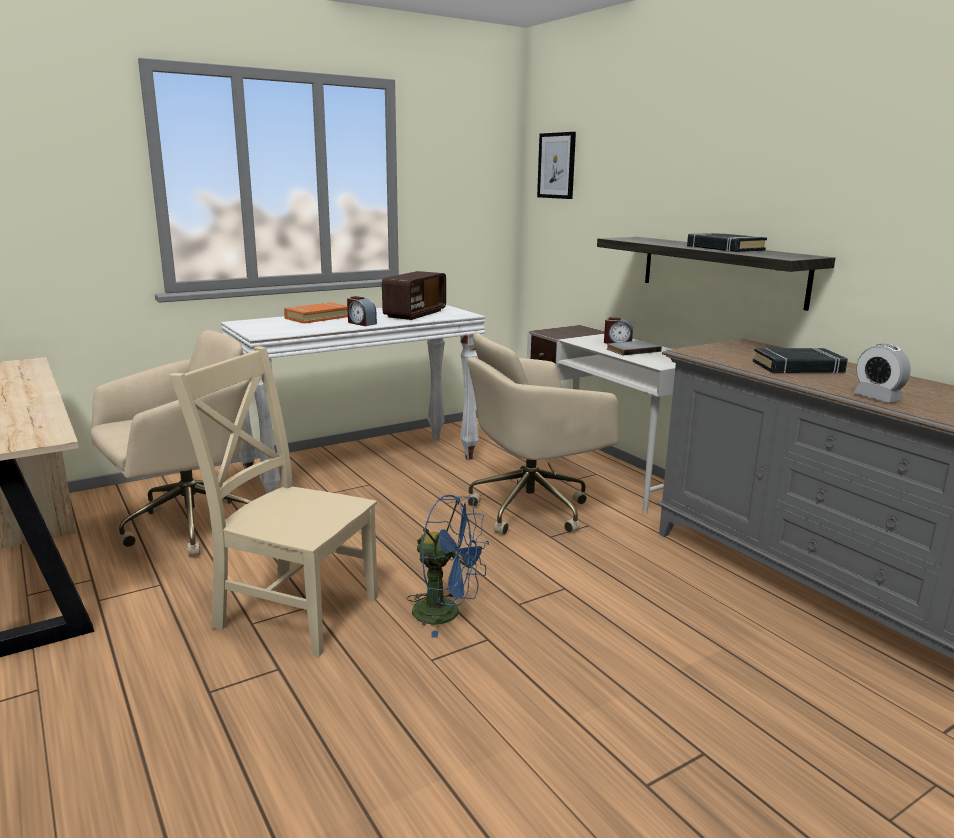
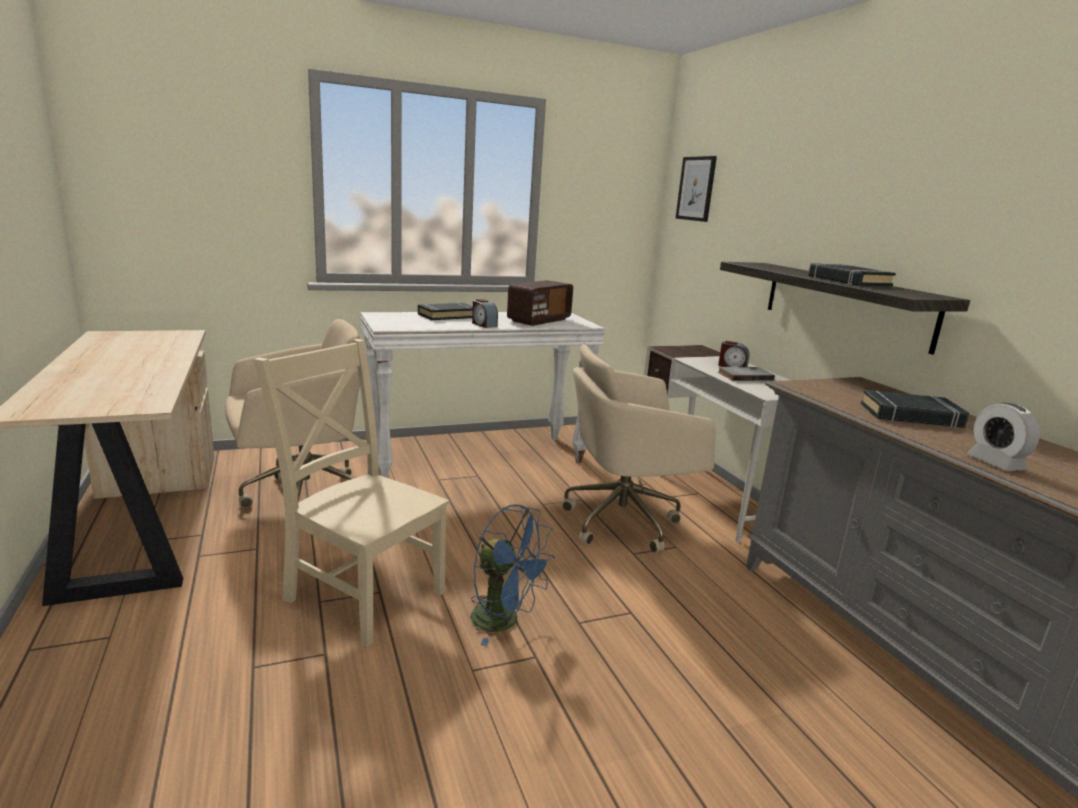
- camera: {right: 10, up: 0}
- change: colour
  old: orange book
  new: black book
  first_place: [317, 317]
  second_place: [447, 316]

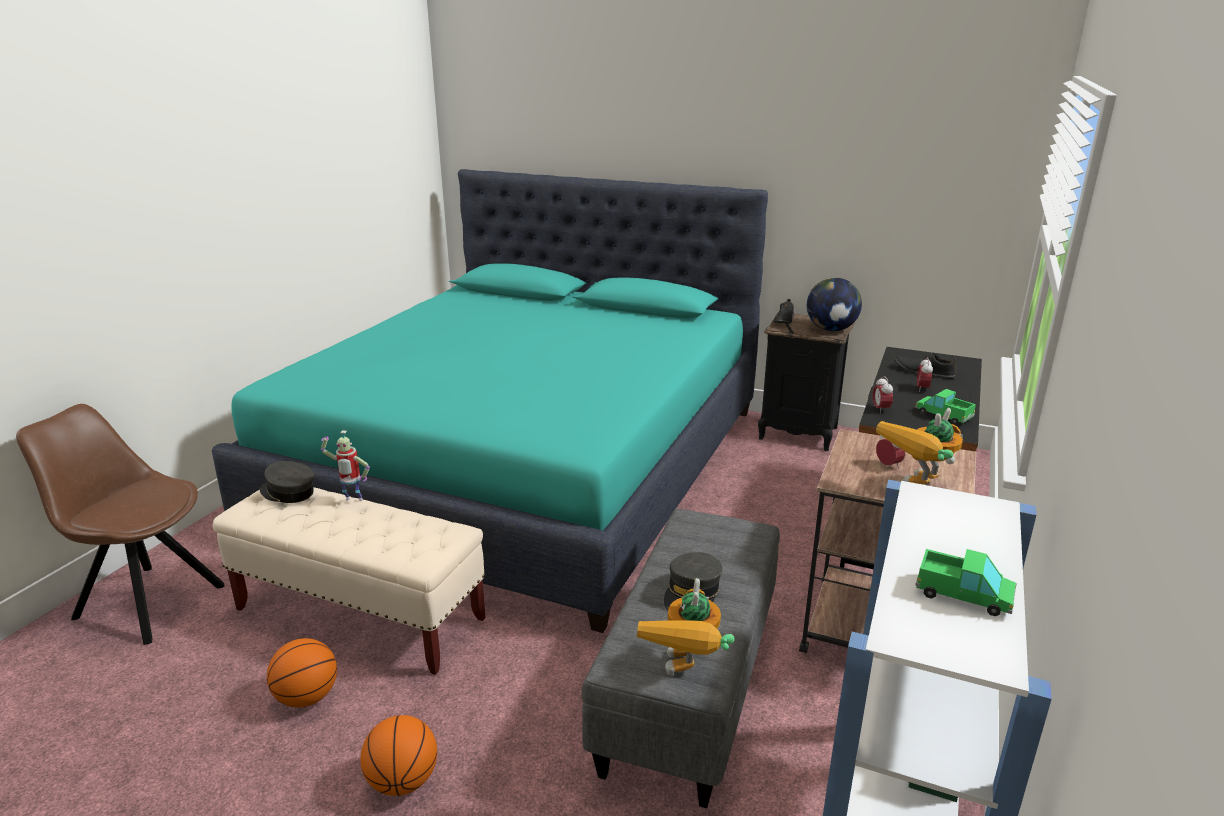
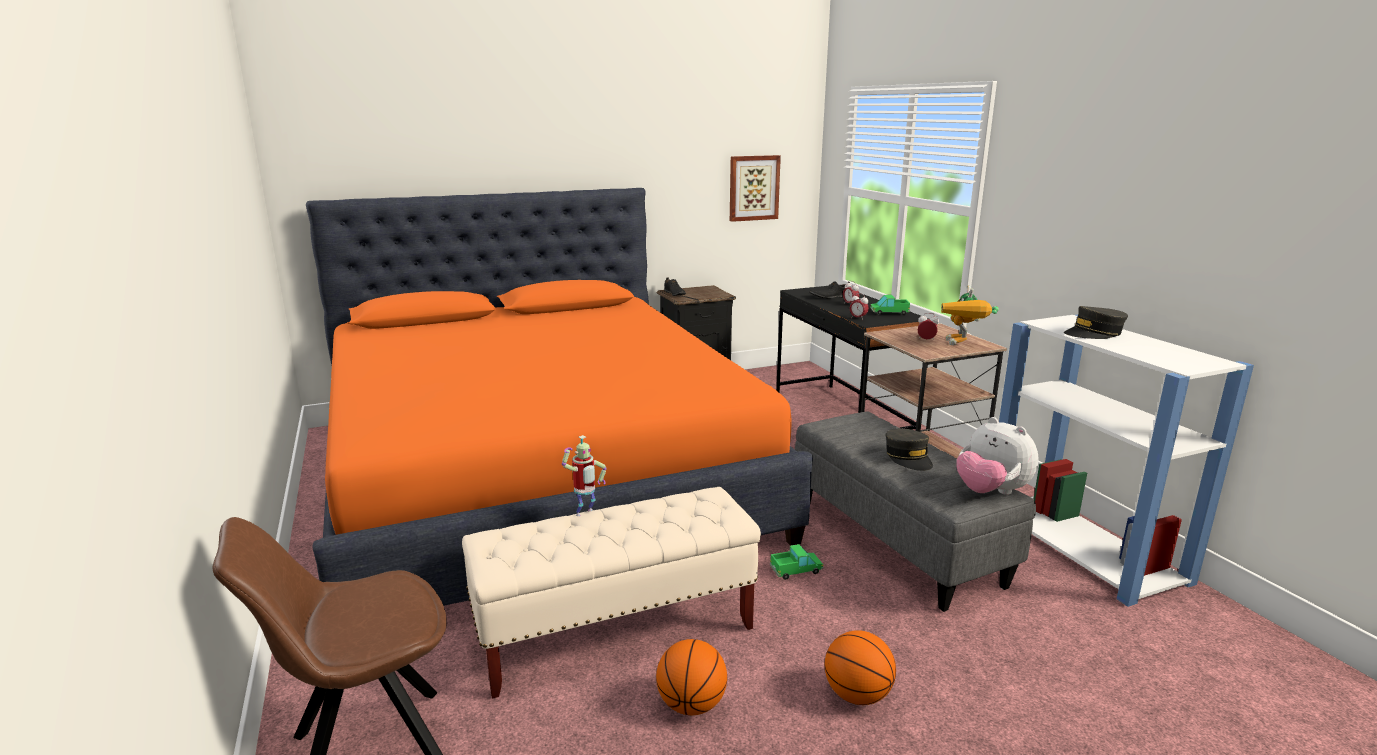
- camera: {right: -45, up: -5}
- change: colour
  old: turquoise bed
  new: orange bed
  first_place: [525, 463]
  second_place: [539, 475]
- change: missing
  old: globe
  first_place: [831, 329]
- change: relocated
  old: grey cap
  first_place: [288, 492]
  second_place: [1094, 333]
- change: relocated
  old: toy truck
  first_place: [963, 594]
  second_place: [796, 570]
- change: exchanged
  old: toy robot
  new: plush toy
  first_place: [687, 675]
  second_place: [991, 492]
- change: appeared
  new: picture
  second_place: [753, 188]

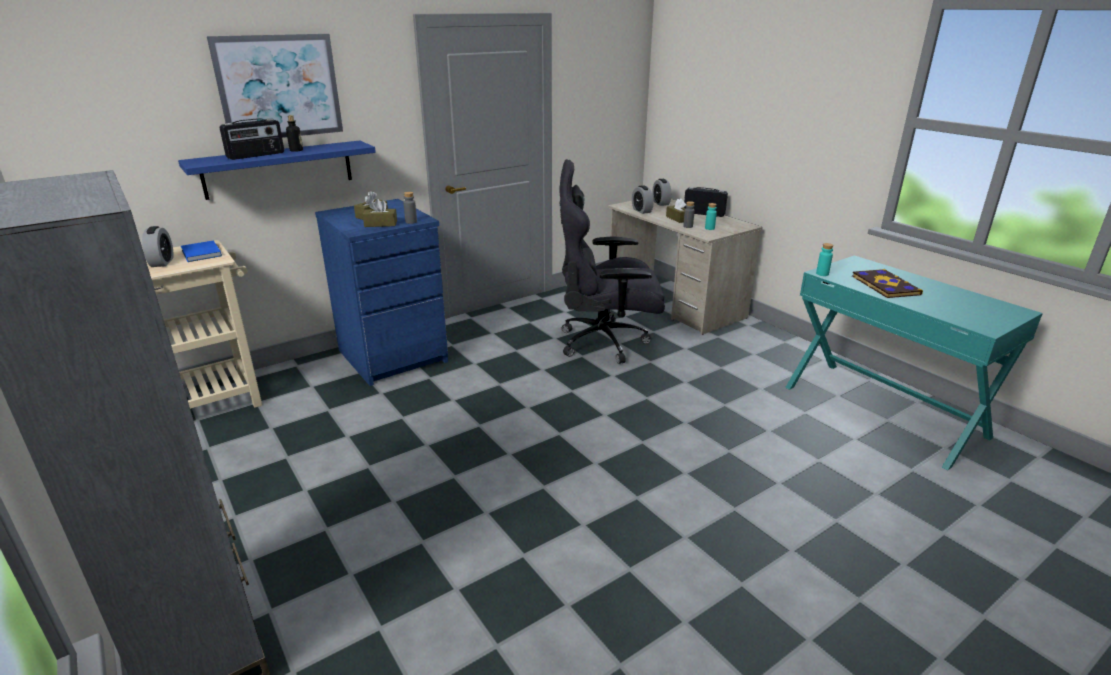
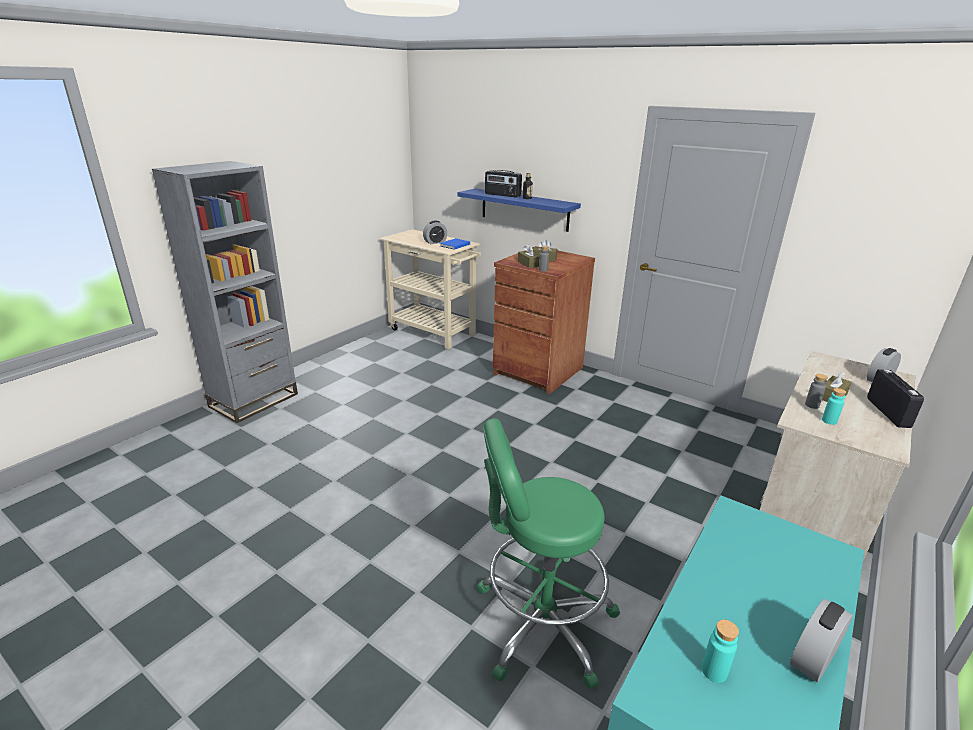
- camera: {right: 70, up: 0}
- change: missing
  old: picture
  first_place: [279, 87]
- change: missing
  old: black office chair
  first_place: [608, 342]
- change: relocated
  old: alarm clock
  first_place: [641, 211]
  second_place: [813, 658]
- change: colour
  old: blue dresser
  new: brown dresser
  first_place: [394, 356]
  second_place: [539, 371]
- change: relocated
  old: turquoise bottle
  first_place: [822, 274]
  second_place: [714, 671]
- change: missing
  old: book
  first_place: [884, 285]
- change: appeared
  new: green stool
  second_place: [541, 623]

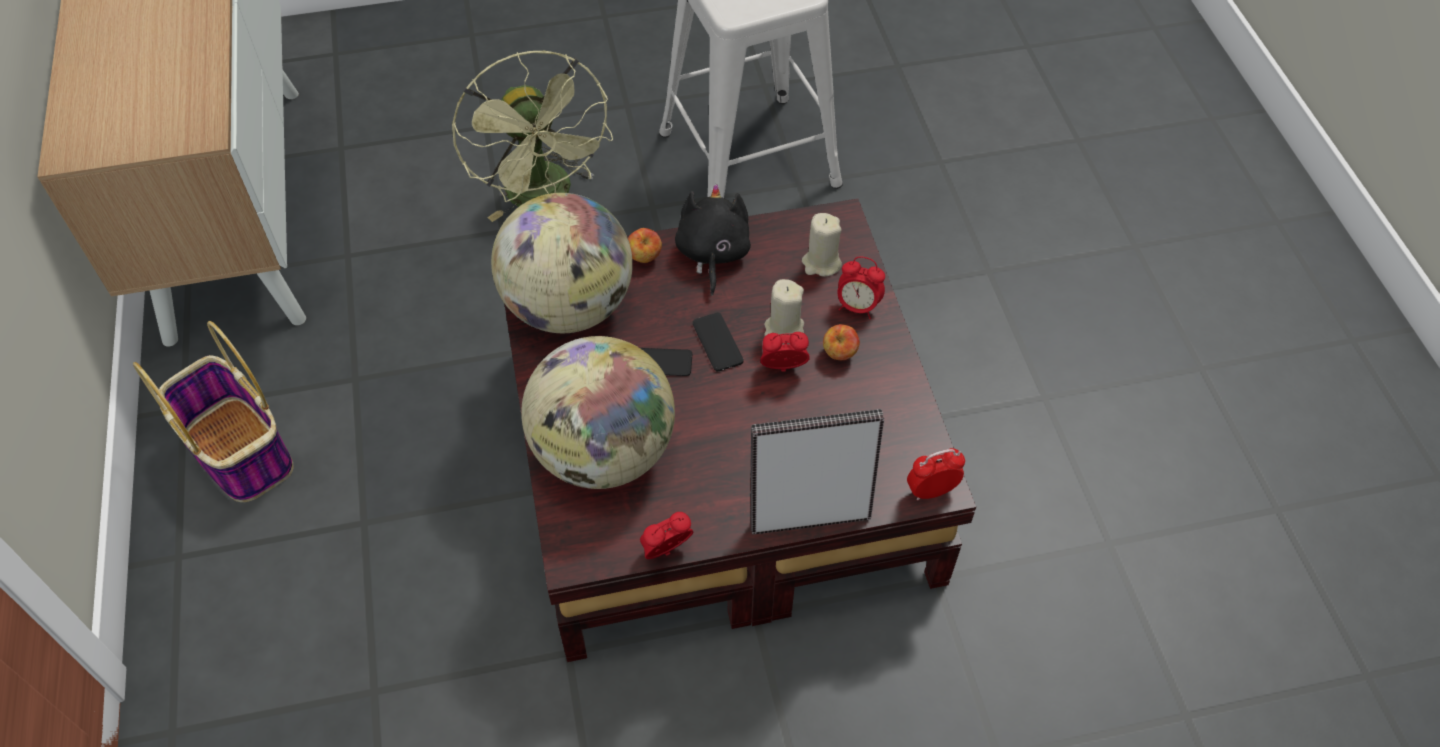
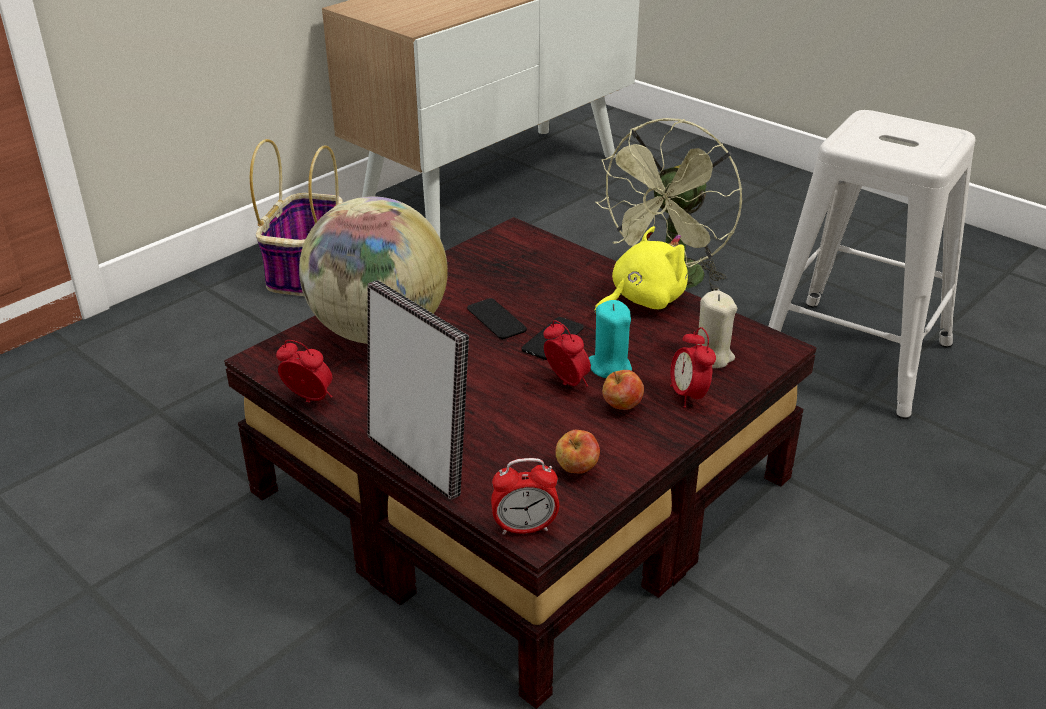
- camera: {right: 55, up: -20}
- change: colour
  old: black plush toy
  new: yellow plush toy
  first_place: [712, 254]
  second_place: [642, 300]
- change: missing
  old: globe
  first_place: [569, 307]
- change: relocated
  old: apple
  first_place: [644, 257]
  second_place: [577, 469]
- change: colour
  old: beige candle
  new: turquoise candle
  first_place: [784, 330]
  second_place: [609, 366]
- change: spun
  old: alarm clock
  first_place: [931, 491]
  second_place: [524, 528]
  degrees: 135

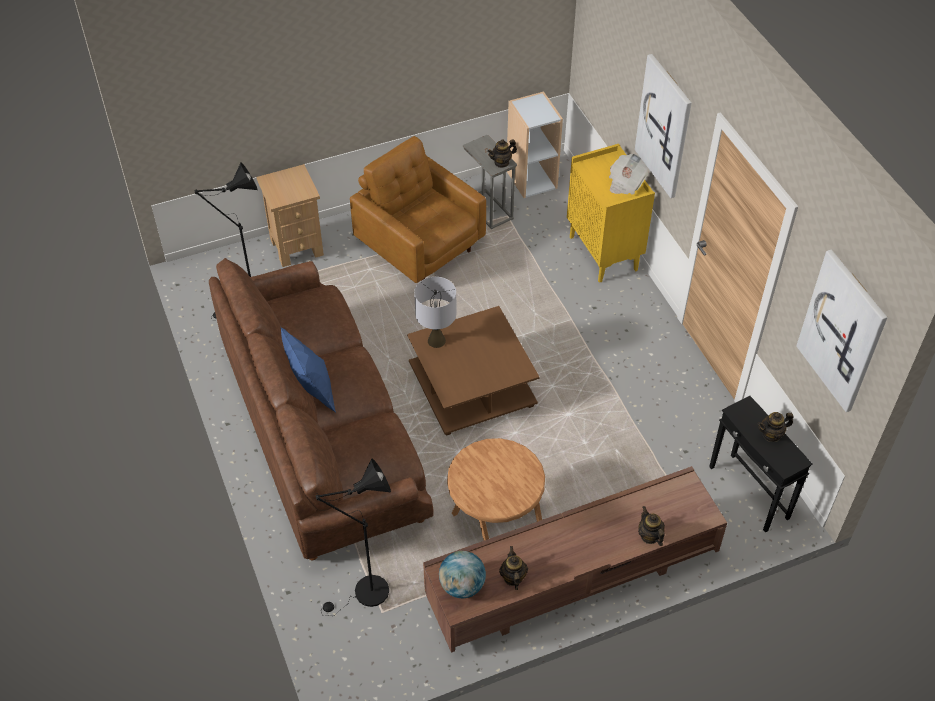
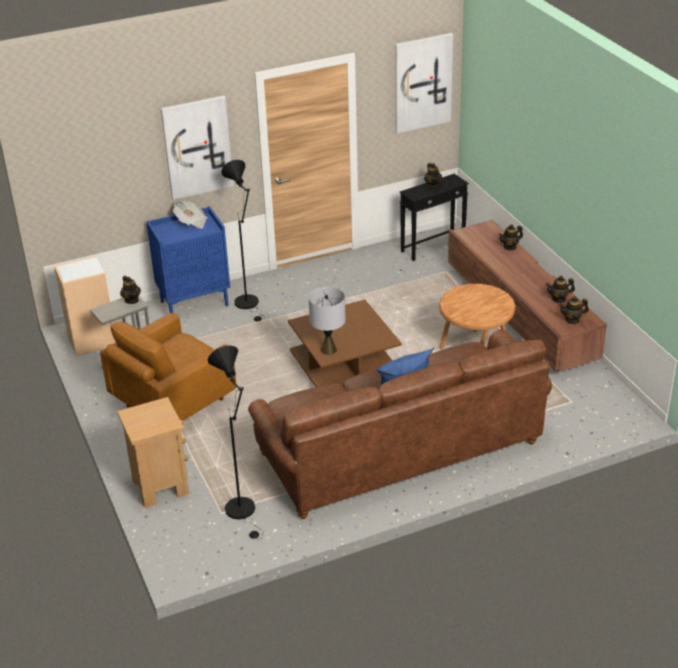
- camera: {right: -90, up: -15}
- change: colour
  old: yellow cabinet
  new: blue cabinet
  first_place: [603, 253]
  second_place: [195, 303]
- change: relocated
  old: black floor lamp
  first_place: [365, 595]
  second_place: [249, 304]
- change: exchanged
  old: globe
  new: teapot
  first_place: [462, 586]
  second_place: [572, 320]

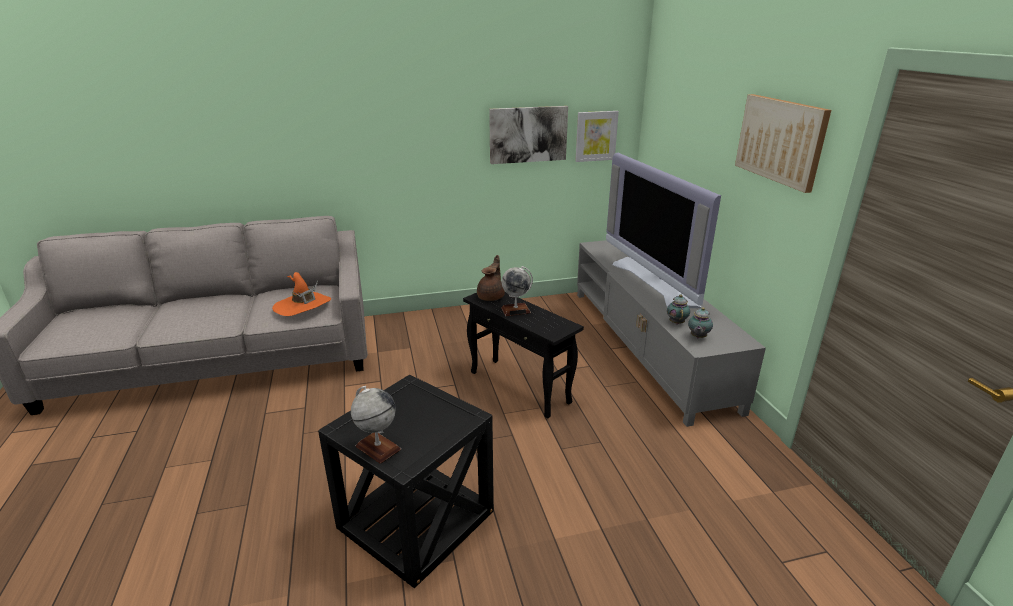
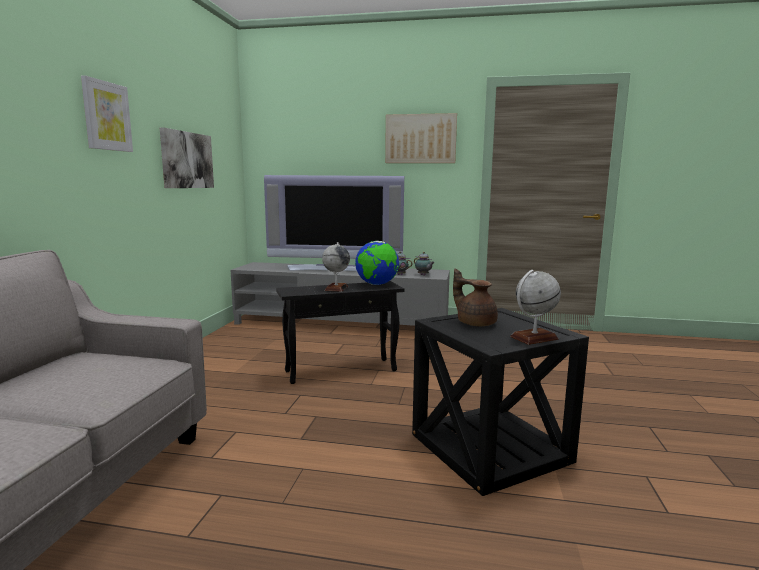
- camera: {right: -65, up: -15}
- change: relocated
  old: picture
  first_place: [596, 136]
  second_place: [106, 116]
- change: relocated
  old: brown teapot
  first_place: [491, 296]
  second_place: [475, 323]
- change: missing
  old: orange hat
  first_place: [302, 306]
- change: appeared
  new: globe
  second_place: [376, 284]

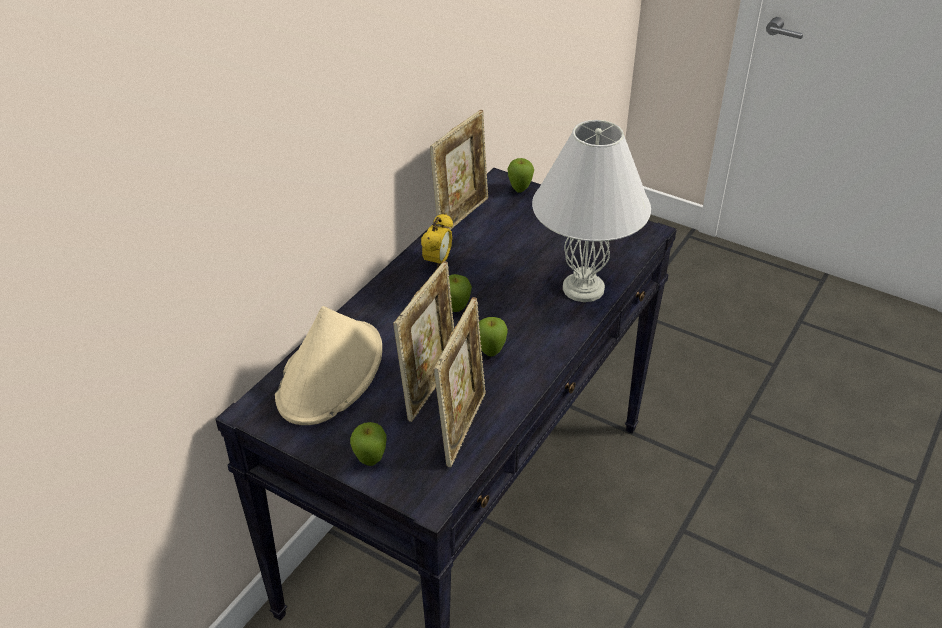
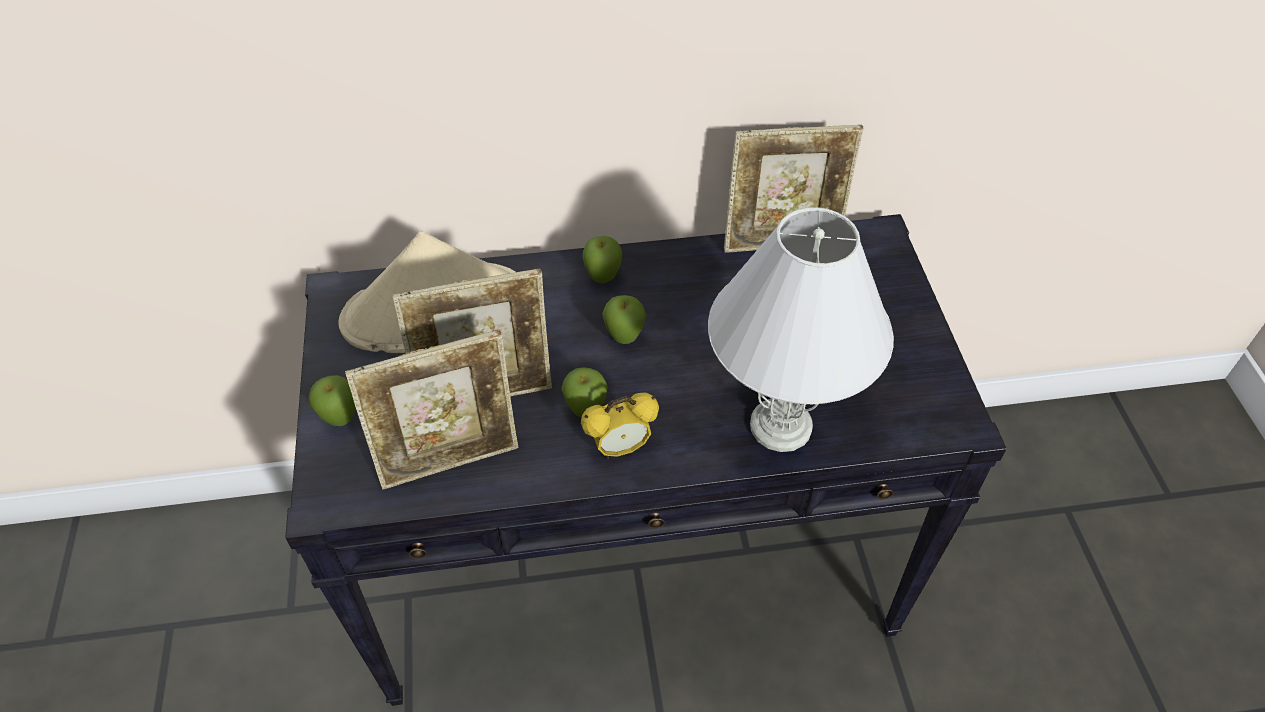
- camera: {right: 50, up: 10}
- change: relocated
  old: apple
  first_place: [520, 190]
  second_place: [603, 279]
- change: relocated
  old: alarm clock
  first_place: [438, 262]
  second_place: [620, 448]

